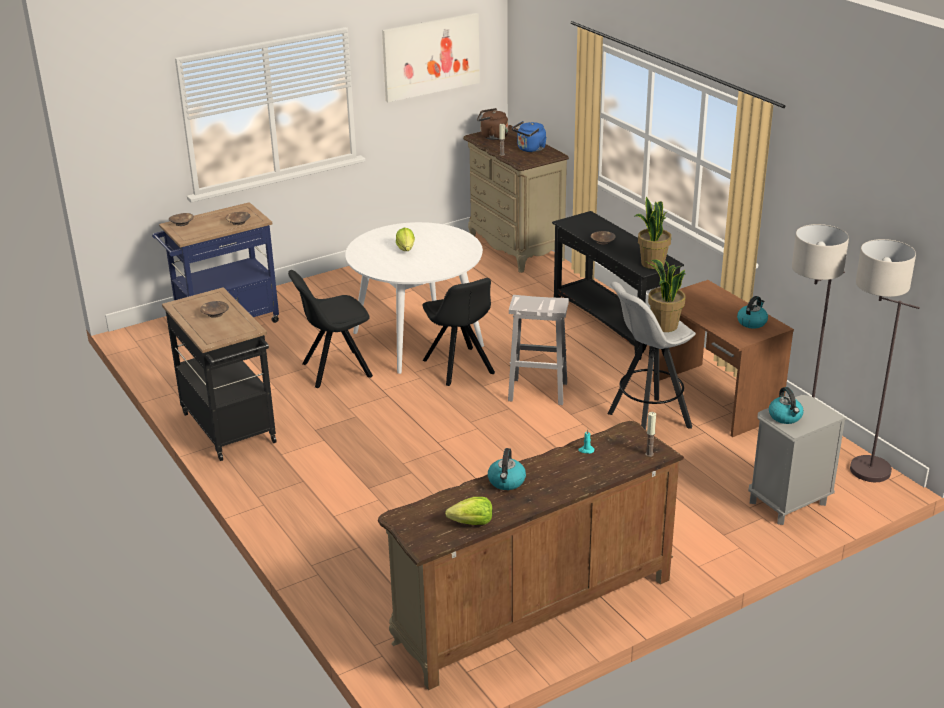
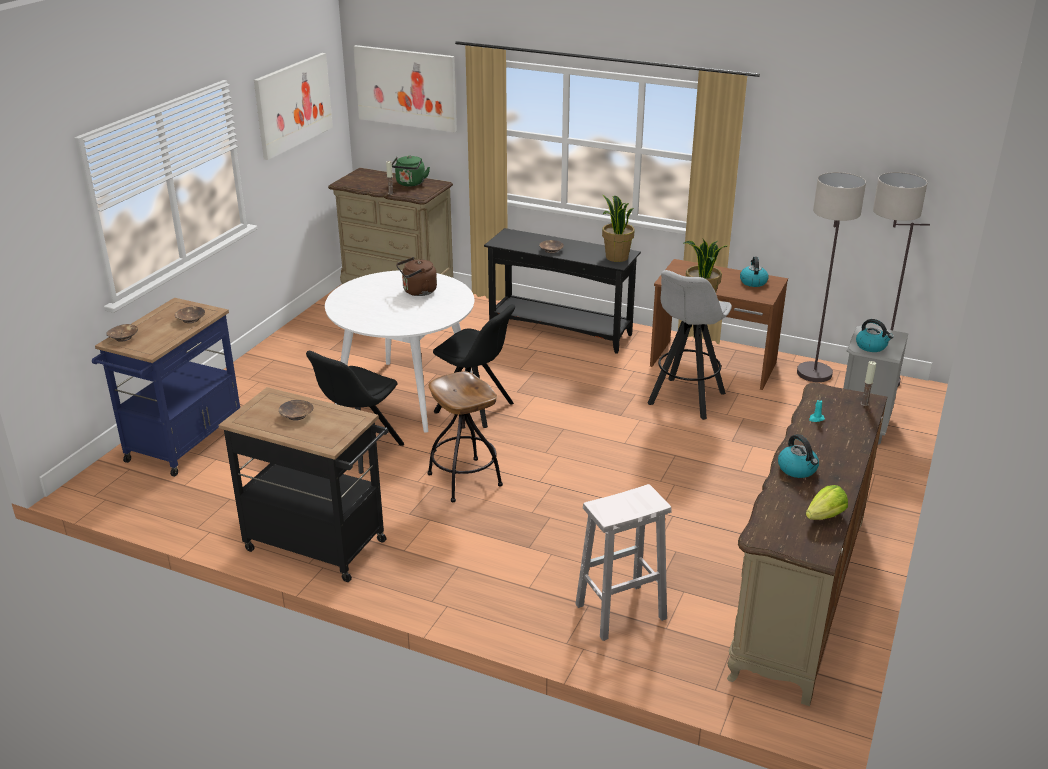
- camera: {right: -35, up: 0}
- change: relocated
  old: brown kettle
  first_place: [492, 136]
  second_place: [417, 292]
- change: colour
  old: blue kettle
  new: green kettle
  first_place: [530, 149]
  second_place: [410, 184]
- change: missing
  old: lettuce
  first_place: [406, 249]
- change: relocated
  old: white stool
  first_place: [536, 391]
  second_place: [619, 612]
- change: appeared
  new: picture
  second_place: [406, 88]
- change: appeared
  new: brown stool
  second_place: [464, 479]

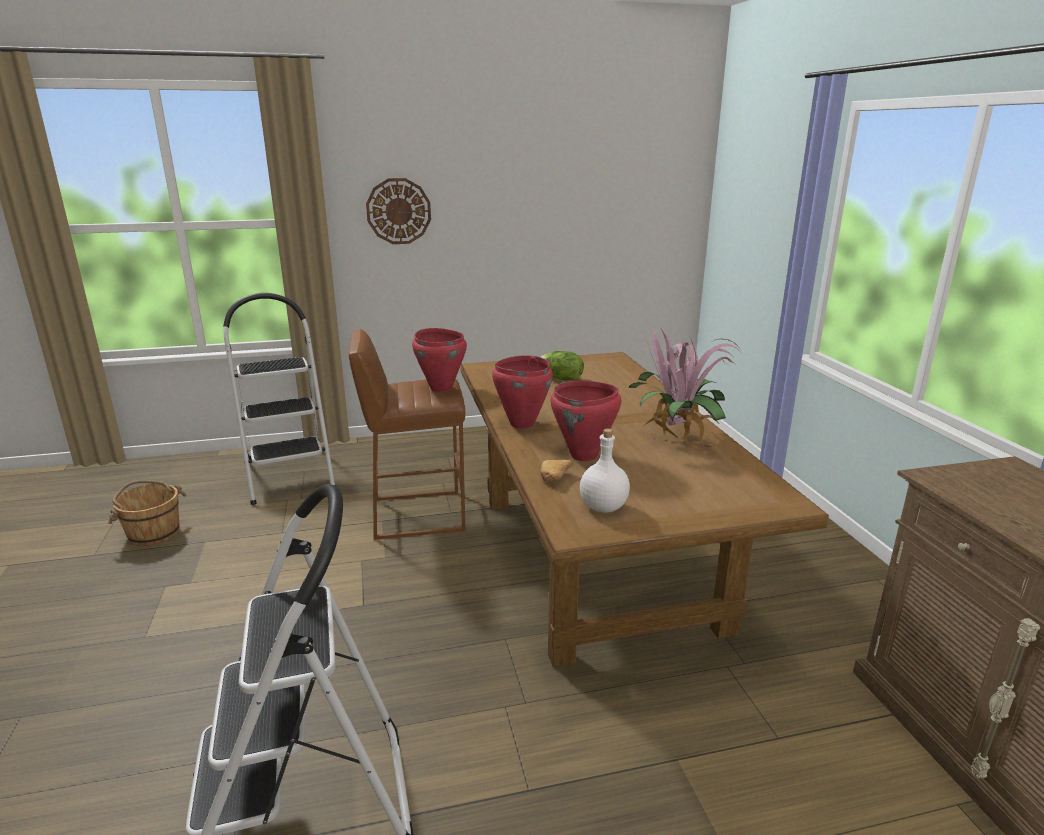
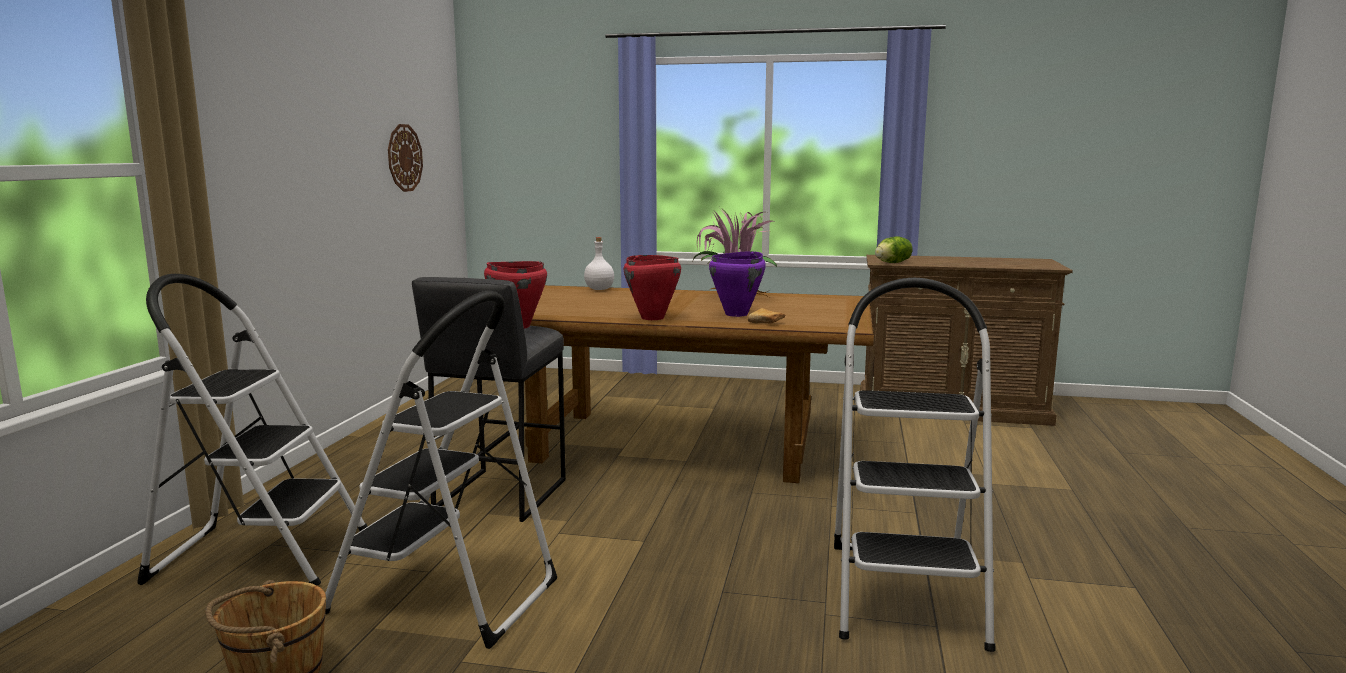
- camera: {right: -65, up: -10}
- change: relocated
  old: wall clock
  first_place: [398, 211]
  second_place: [404, 158]
- change: colour
  old: brown stool
  new: grey stool
  first_place: [416, 514]
  second_place: [500, 495]
- change: relocated
  old: lettuce
  first_place: [560, 379]
  second_place: [893, 263]
- change: colour
  old: red cooking pot
  new: purple cooking pot
  first_place: [584, 456]
  second_place: [737, 314]
- change: relocated
  old: white bottle
  first_place: [604, 507]
  second_place: [600, 289]
- change: appeared
  new: step ladder
  second_place: [447, 598]

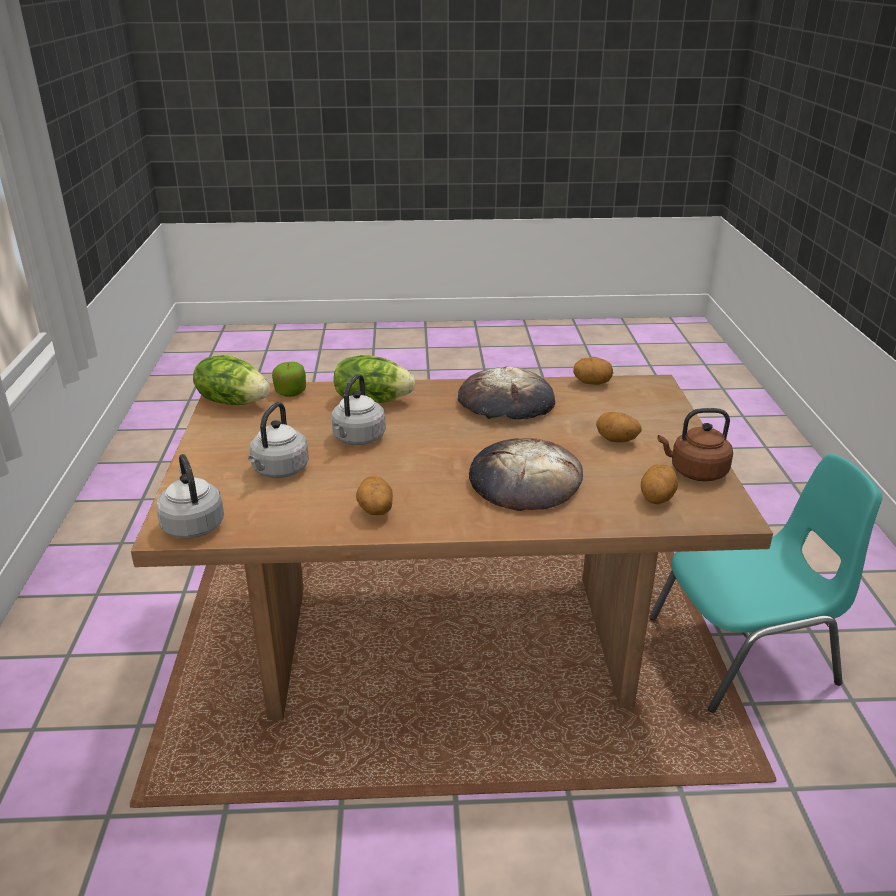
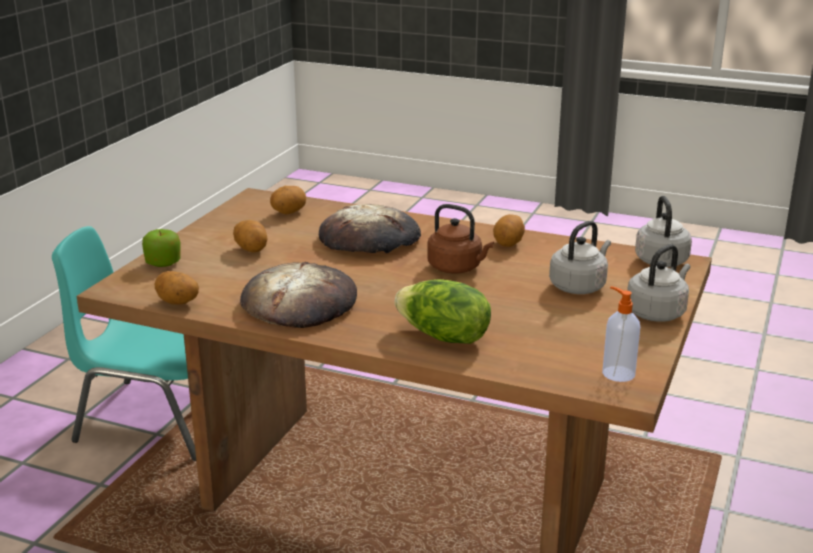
- camera: {right: -155, up: -5}
- change: exchanged
  old: lettuce
  new: soap dispenser
  first_place: [233, 401]
  second_place: [617, 373]
- change: relocated
  old: apple
  first_place: [290, 392]
  second_place: [163, 263]
- change: relocated
  old: grey kettle
  first_place: [357, 439]
  second_place: [657, 312]
- change: relocated
  old: brown kettle
  first_place: [695, 472]
  second_place: [457, 268]

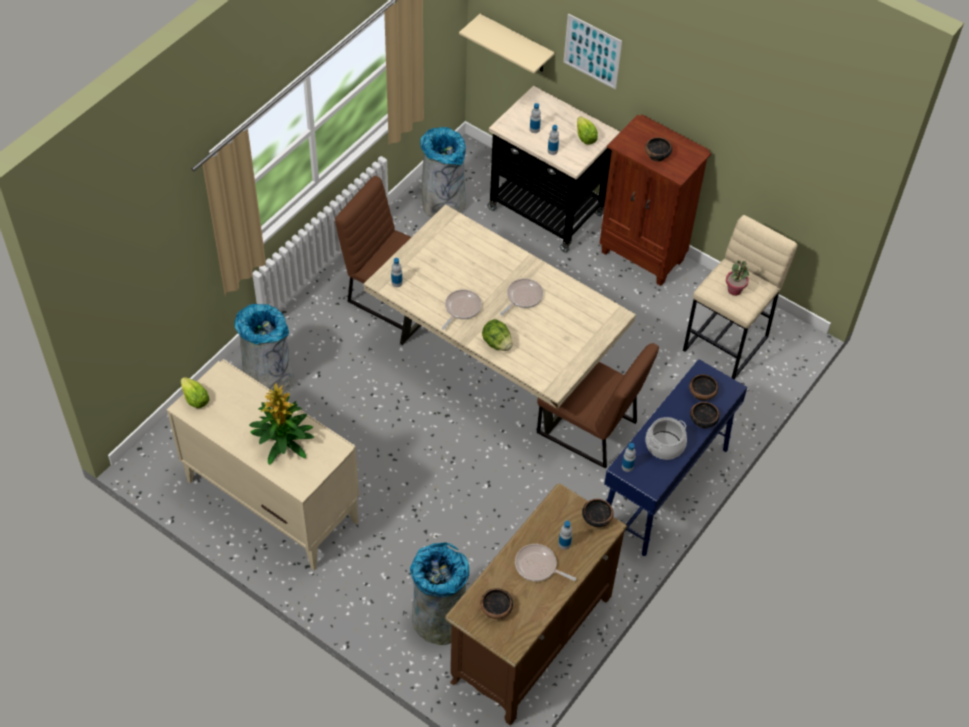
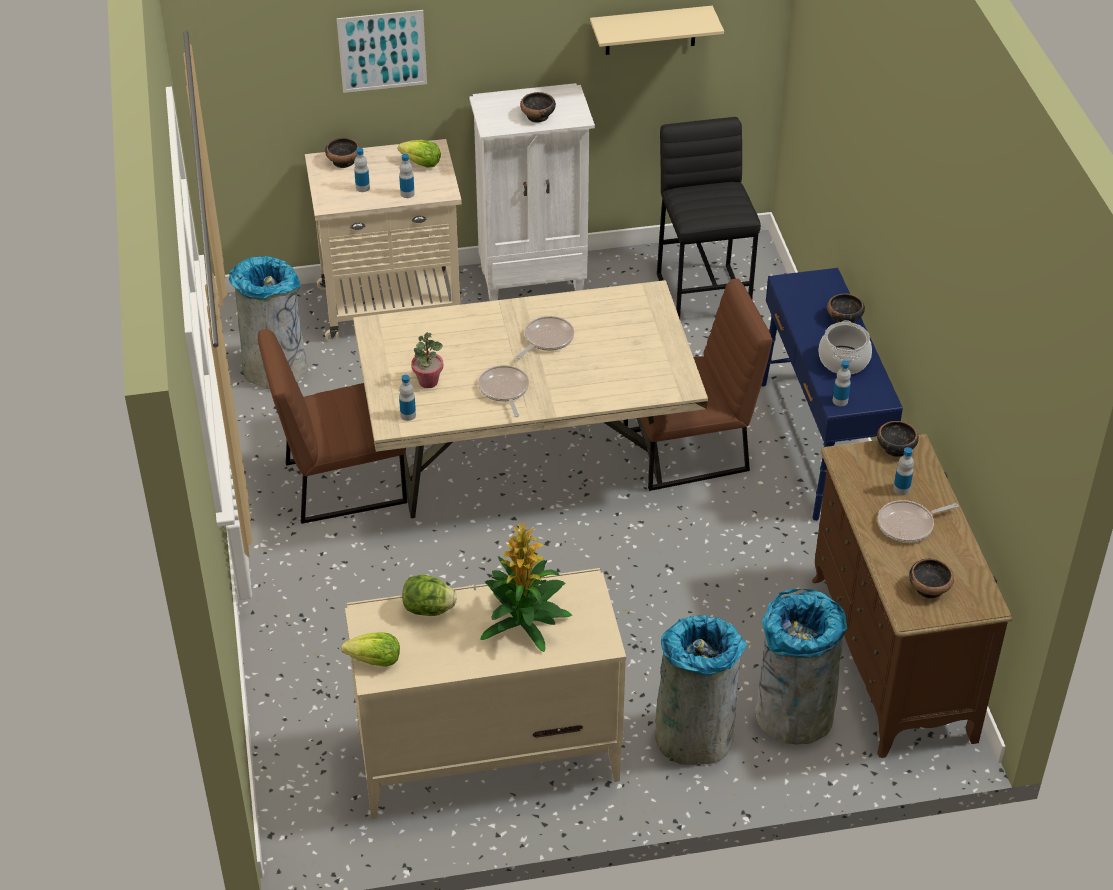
- camera: {right: -45, up: -10}
- change: relocated
  old: beige shelf
  first_place: [516, 44]
  second_place: [650, 30]
- change: colour
  old: black cart
  new: beige cart
  first_place: [547, 212]
  second_place: [390, 306]
- change: colour
  old: brown cabinet
  new: white cabinet
  first_place: [641, 258]
  second_place: [532, 282]
- change: colour
  old: beige stool
  new: black stool
  first_place: [726, 342]
  second_place: [702, 294]
- change: relocated
  old: potted plant
  first_place: [734, 290]
  second_place: [428, 381]
- change: spun
  old: frying pan
  first_place: [522, 297]
  second_place: [546, 339]
  degrees: 45
- change: relocated
  old: grey trash can
  first_place: [269, 379]
  second_place: [695, 737]
- change: relocated
  old: lettuce
  first_place: [497, 343]
  second_place: [429, 609]
- change: relocated
  old: bowl
  first_place: [702, 393]
  second_place: [344, 161]

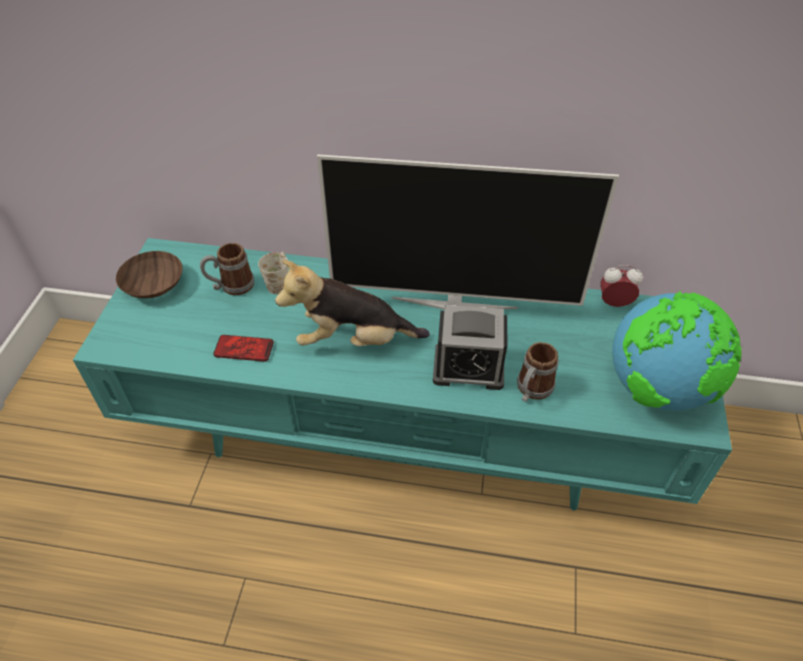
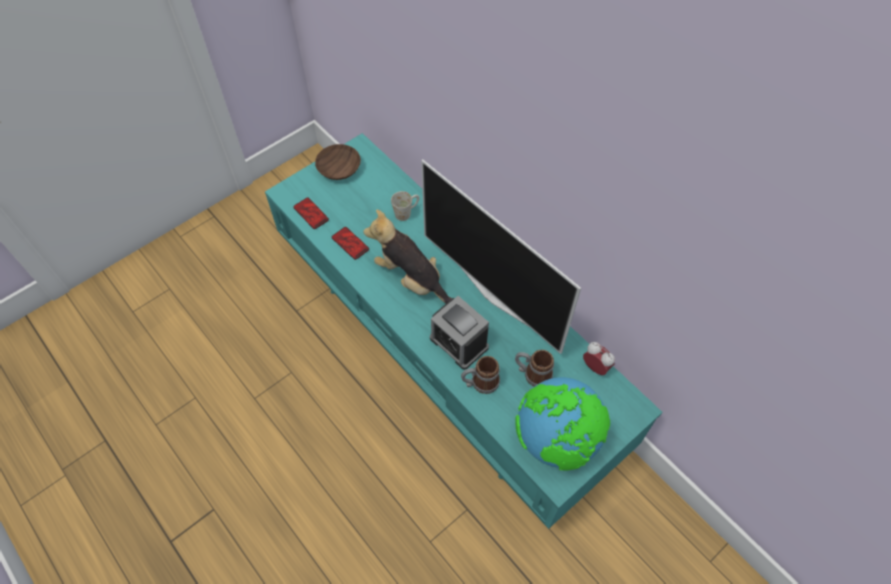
- camera: {right: 40, up: 10}
- change: relocated
  old: mug
  first_place: [231, 286]
  second_place: [532, 374]
- change: appeared
  new: phone
  second_place: [311, 214]

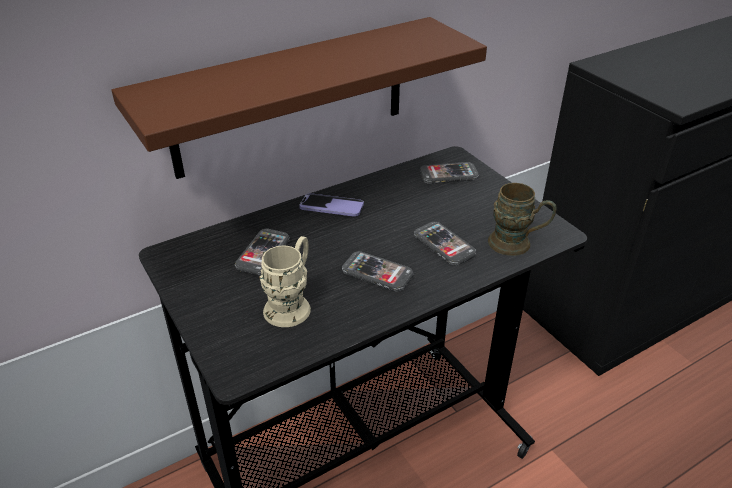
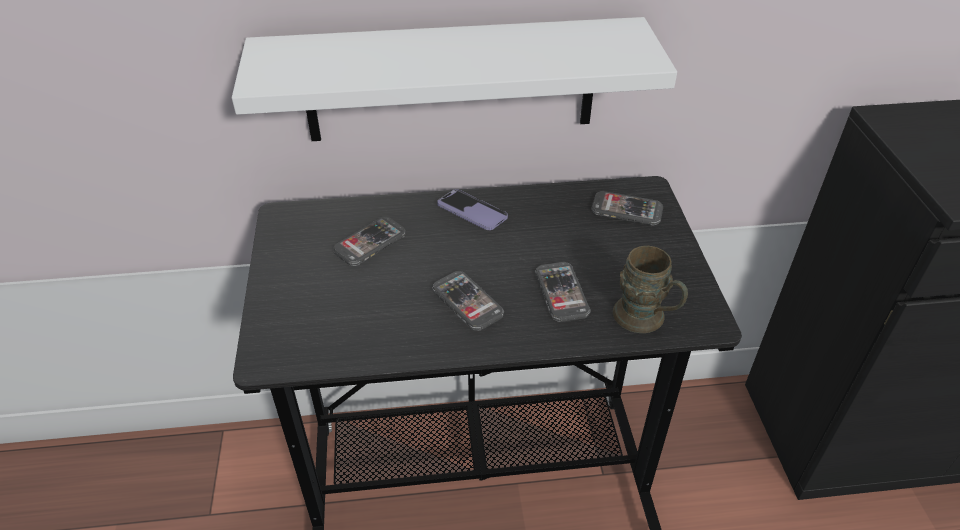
- camera: {right: 25, up: 5}
- change: colour
  old: brown shelf
  new: white shelf
  first_place: [291, 97]
  second_place: [450, 81]
- change: missing
  old: beige mug
  first_place: [292, 304]

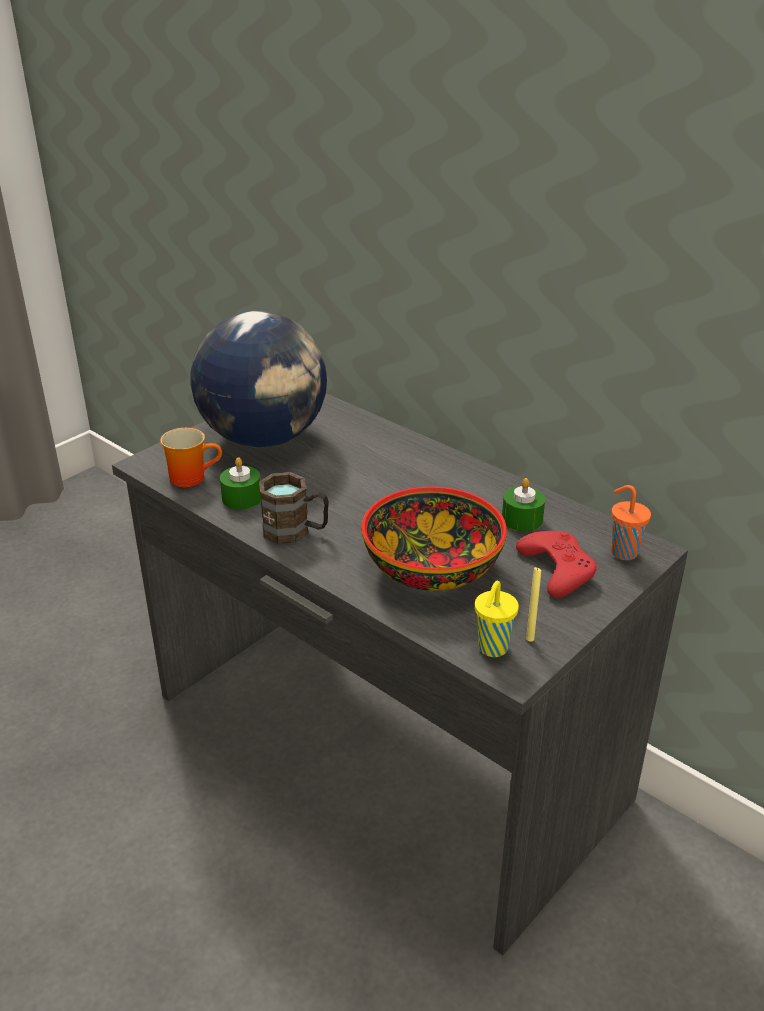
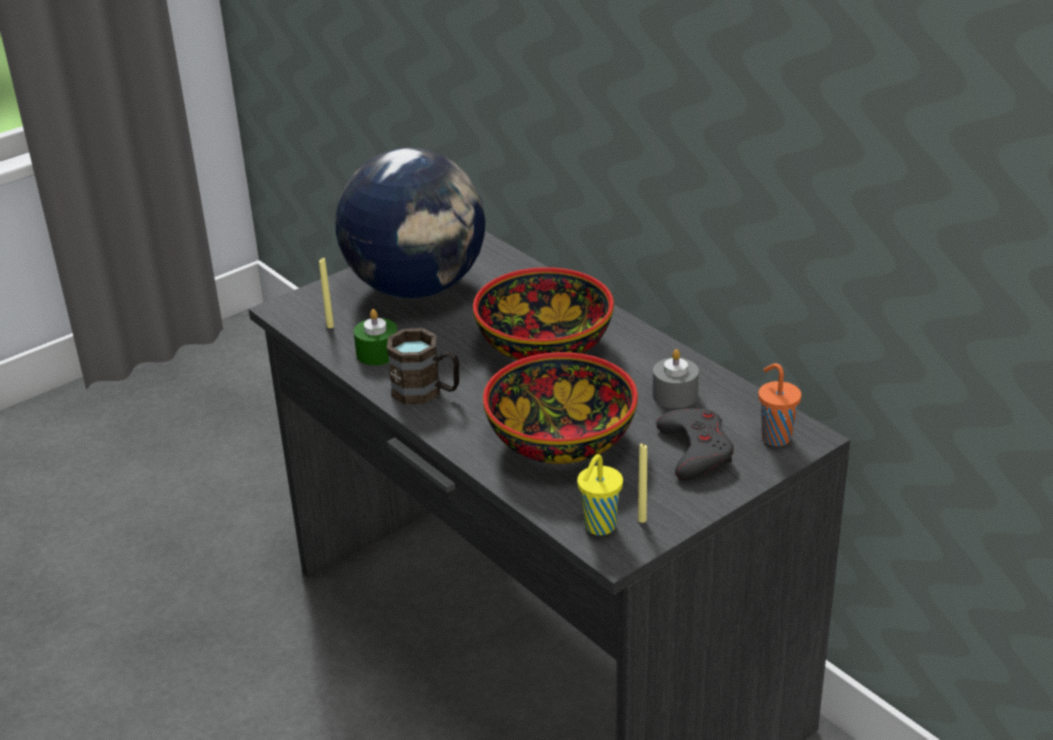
- camera: {right: 10, up: 0}
- change: exchanged
  old: mug
  new: yellow candle
  first_place: [192, 476]
  second_place: [330, 326]
- change: colour
  old: green candle
  new: grey candle
  first_place: [522, 519]
  second_place: [675, 395]
- change: colour
  old: red game controller
  new: grey game controller
  first_place: [557, 569]
  second_place: [695, 450]
- change: appeared
  new: bowl
  second_place: [543, 345]

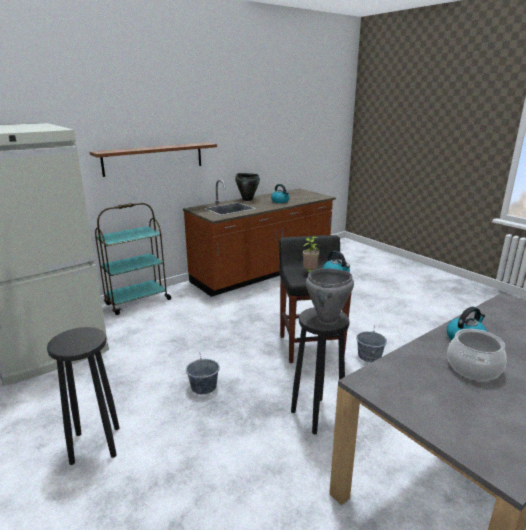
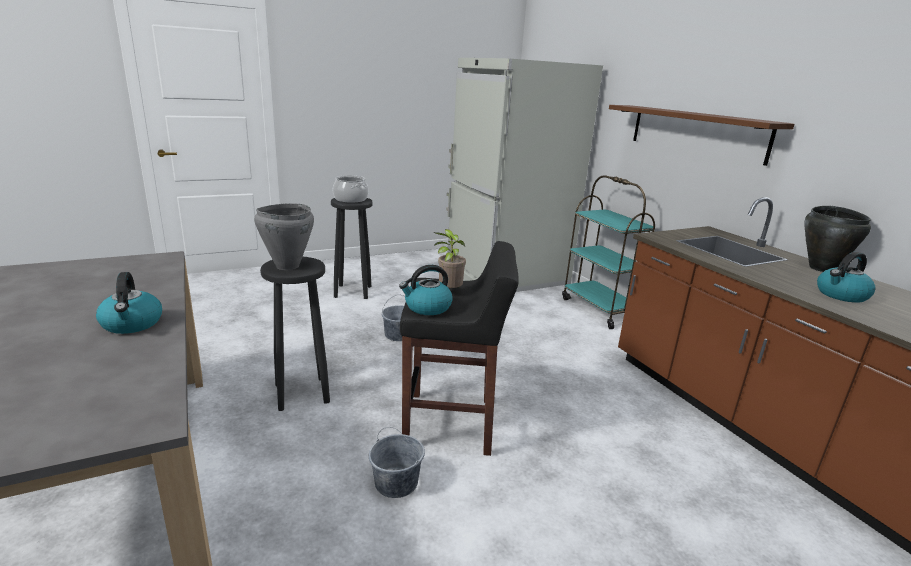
- camera: {right: 100, up: 0}
- change: relocated
  old: cooking pot
  first_place: [474, 368]
  second_place: [350, 199]

